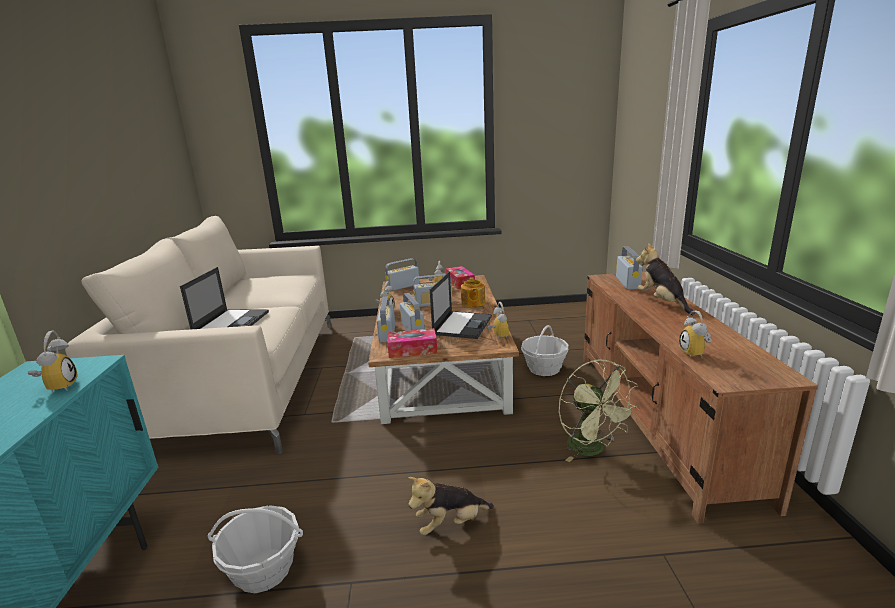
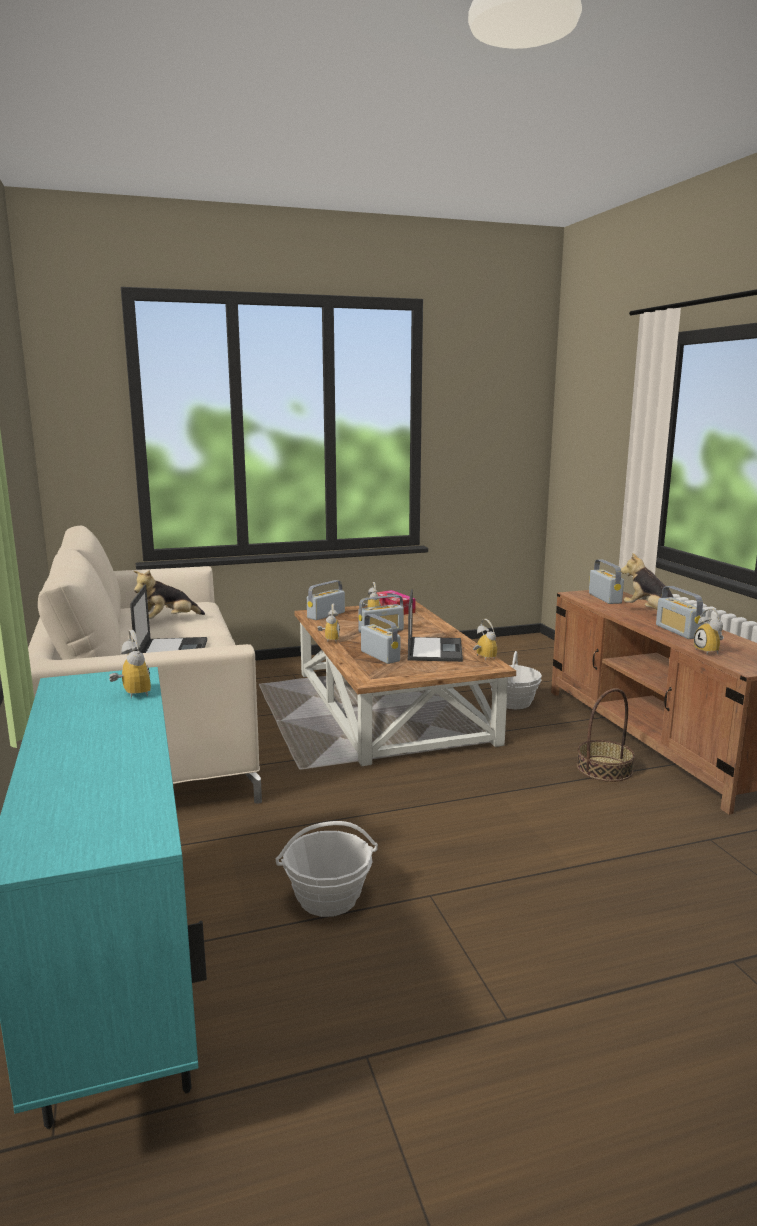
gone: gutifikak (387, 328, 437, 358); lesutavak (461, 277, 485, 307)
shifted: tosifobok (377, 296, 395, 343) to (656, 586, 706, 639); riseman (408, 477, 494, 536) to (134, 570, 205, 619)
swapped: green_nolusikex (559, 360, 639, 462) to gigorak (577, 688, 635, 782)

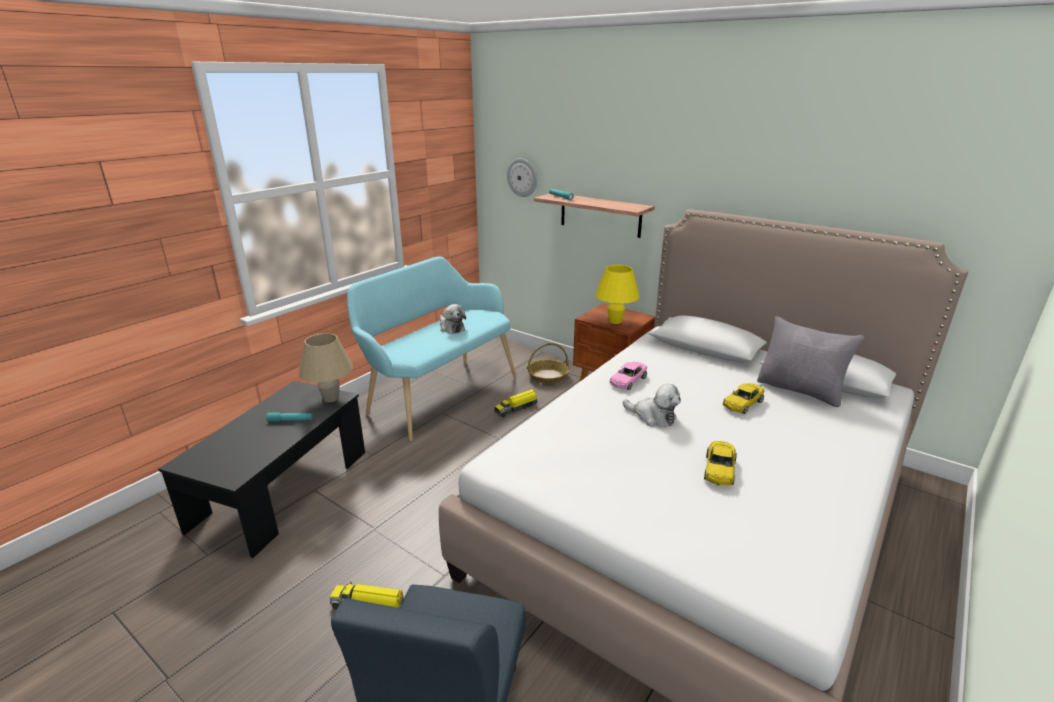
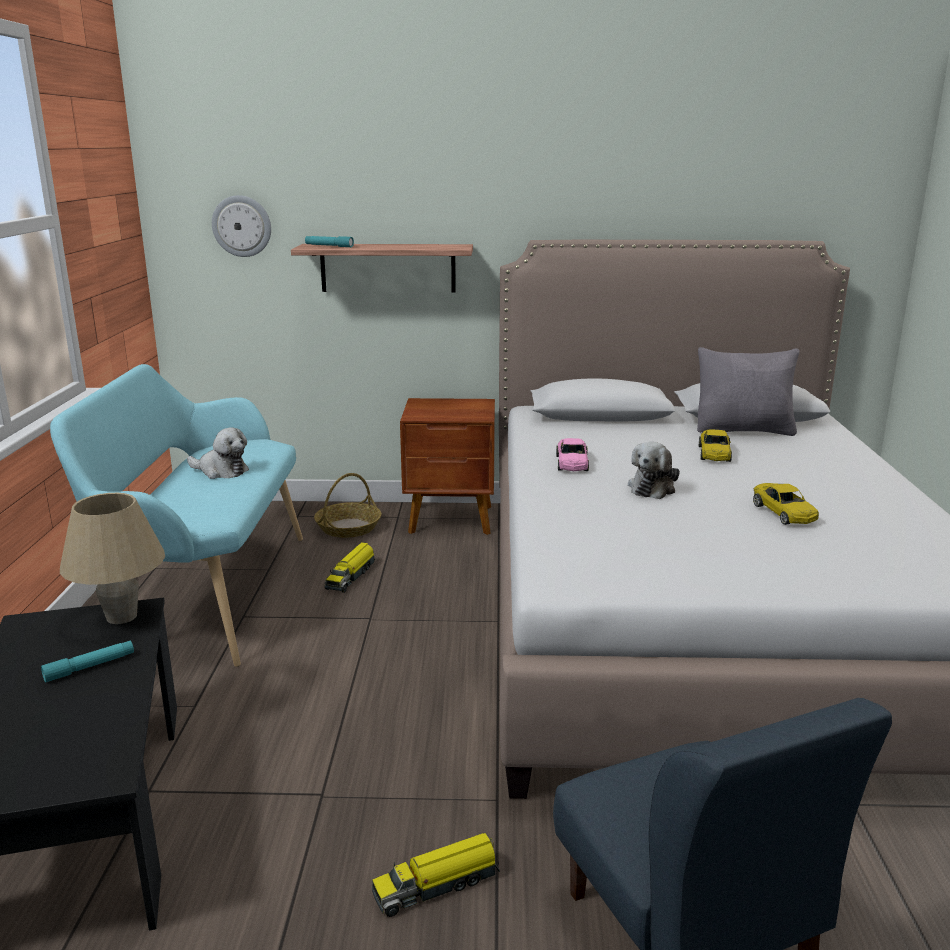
gone: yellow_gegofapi (595, 265, 640, 324)
rotated: riseman (623, 383, 681, 427) = (628, 441, 680, 499) 120 degrees clockwise

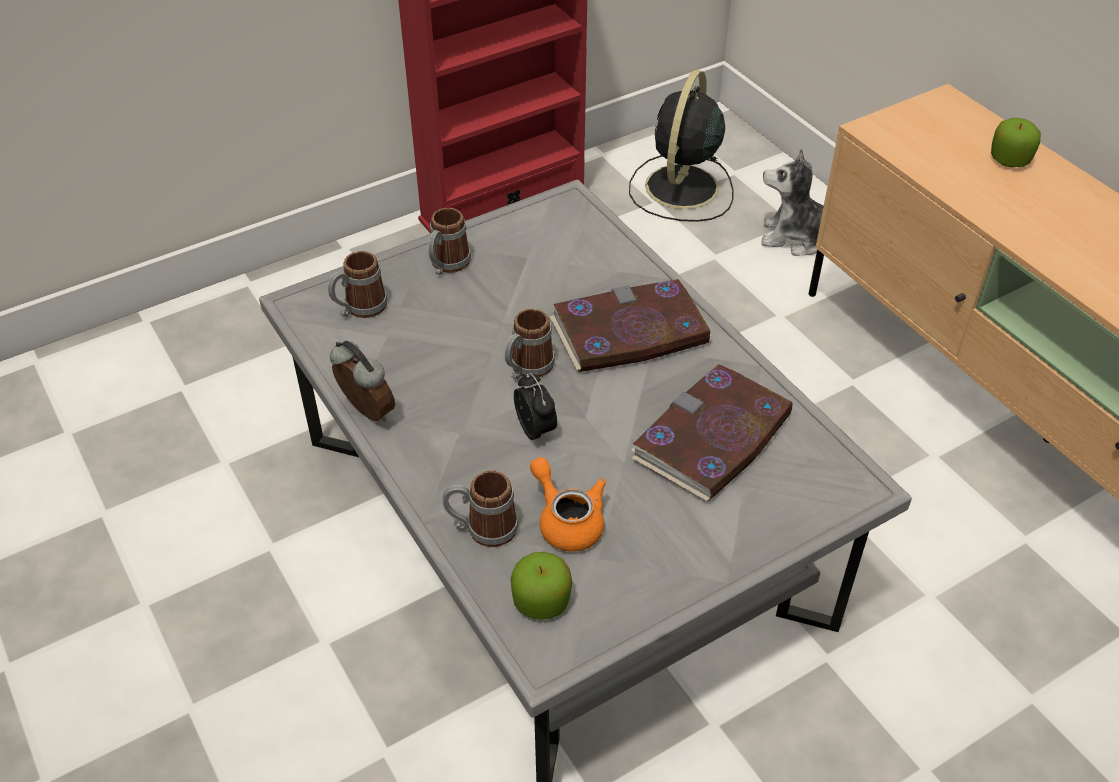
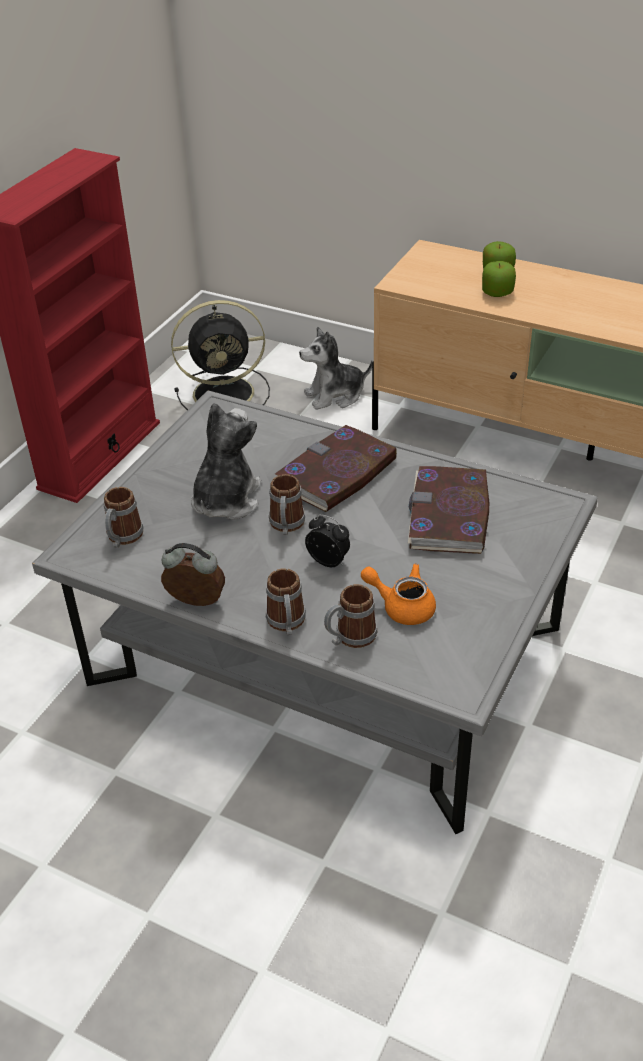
new: riseman (191, 403, 261, 520)
shifted: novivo (428, 208, 471, 275) to (266, 568, 306, 635); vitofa (511, 552, 572, 620) to (482, 261, 516, 297)
rotated: black_nolusikex (629, 70, 733, 222) = (171, 300, 270, 410) 90 degrees counterclockwise

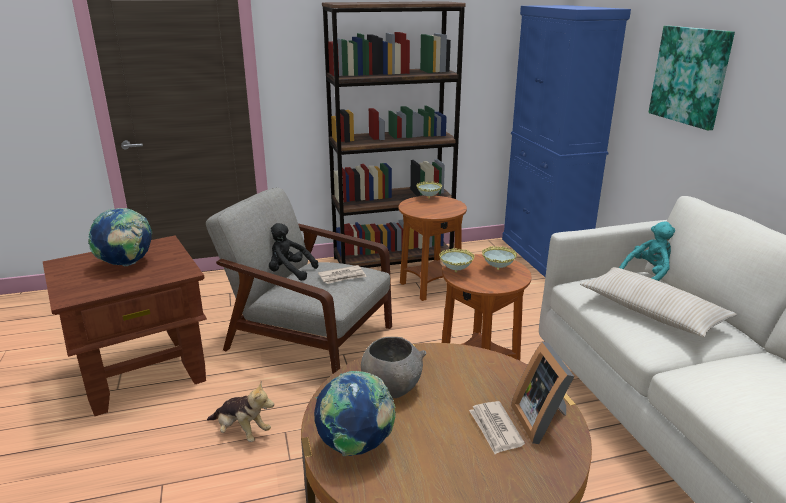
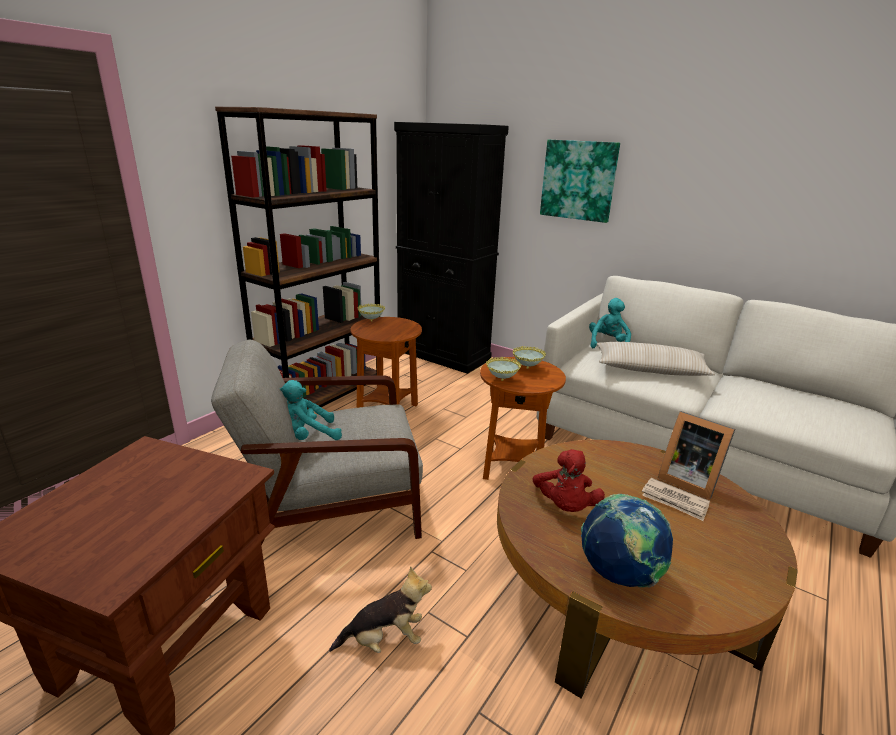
gone: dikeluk (88, 208, 152, 266); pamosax (318, 265, 367, 284)
swapped: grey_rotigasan (361, 337, 426, 398) to red_riseman (532, 449, 605, 512)
repainted: black_riseman (269, 223, 318, 281) to turquoise_riseman (280, 380, 342, 440); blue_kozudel (502, 5, 631, 277) to black_kozudel (394, 122, 509, 374)

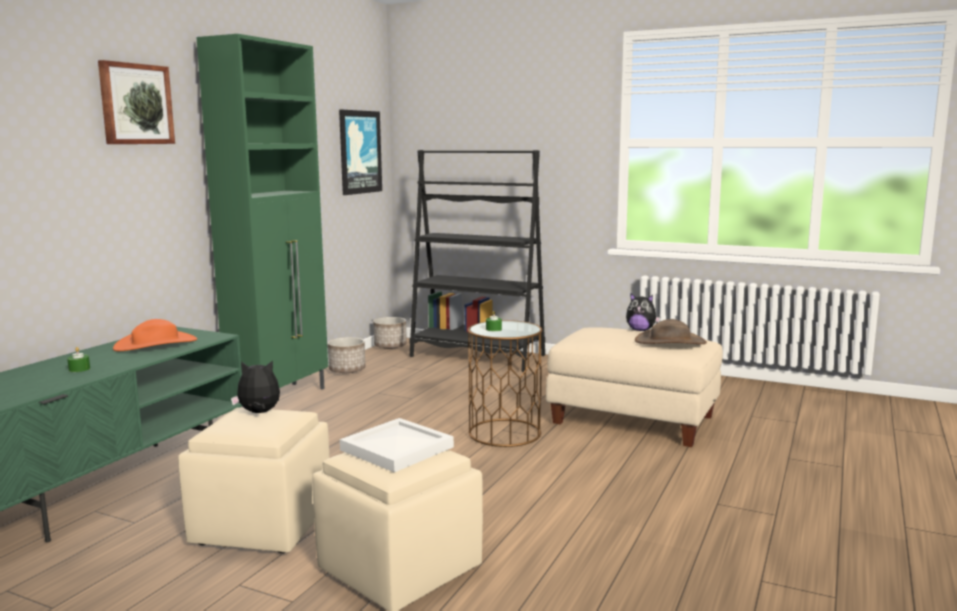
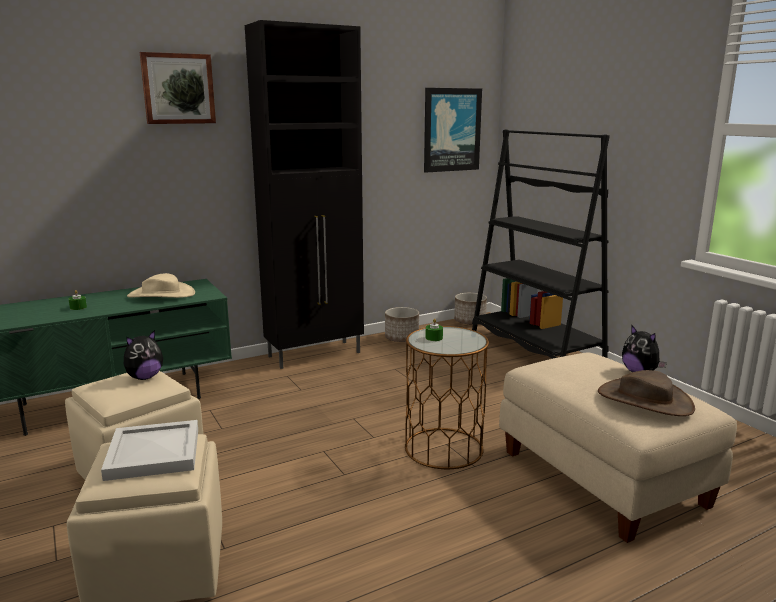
repainted: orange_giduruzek (113, 319, 197, 351) to beige_giduruzek (127, 273, 195, 298); green_kozudel (196, 34, 328, 390) to black_kozudel (245, 20, 364, 369)
rotated: riseman (231, 361, 280, 413) = (124, 330, 163, 380) 105 degrees clockwise

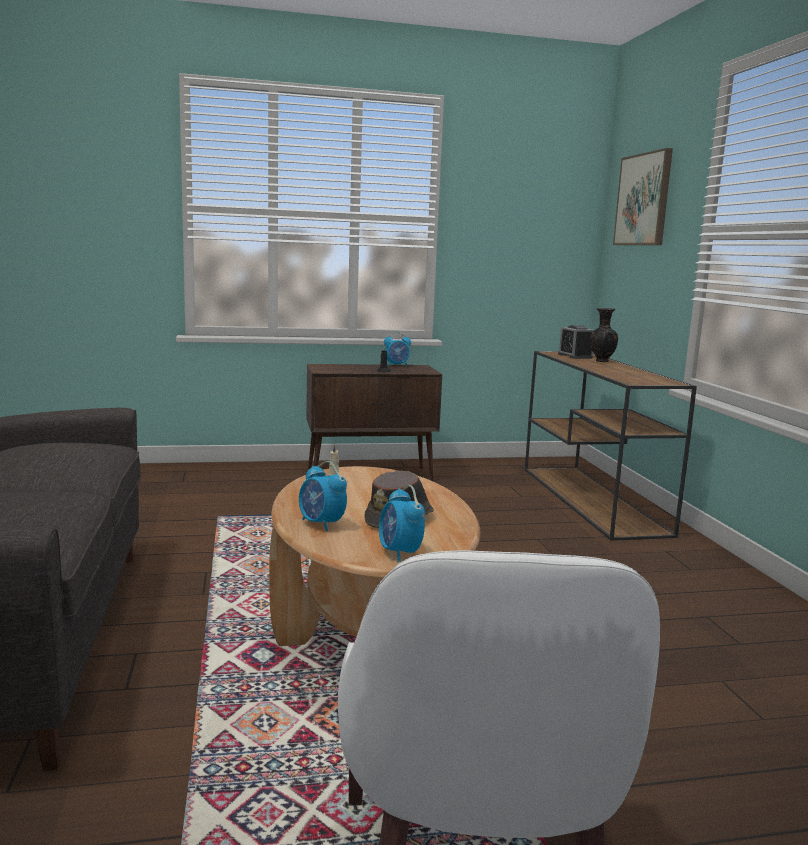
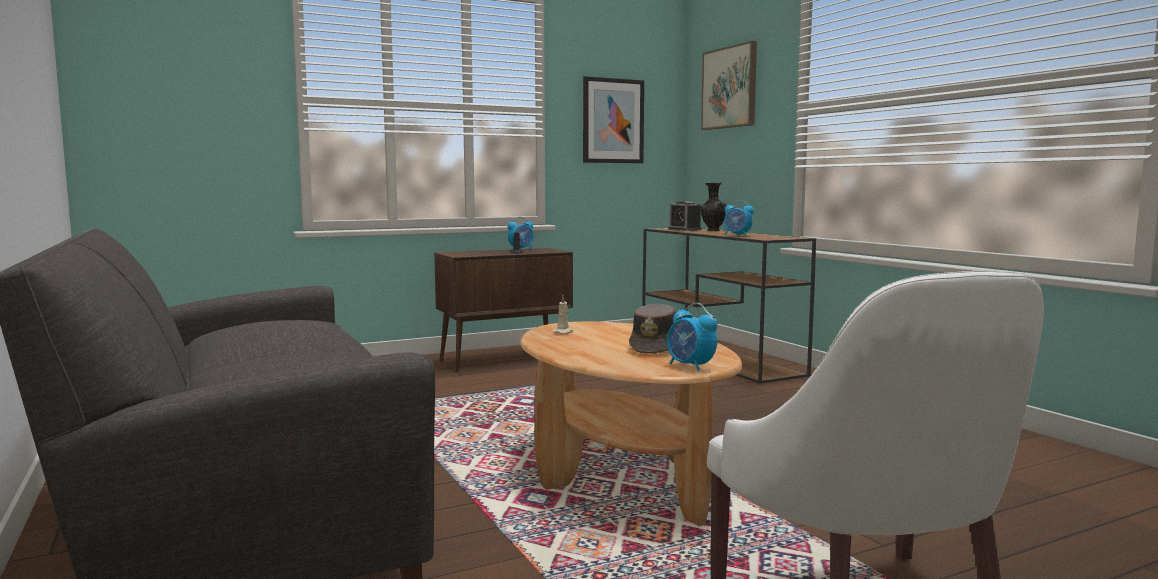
new: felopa (583, 76, 644, 163)
shifted: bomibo (299, 461, 347, 531) to (724, 200, 754, 236)

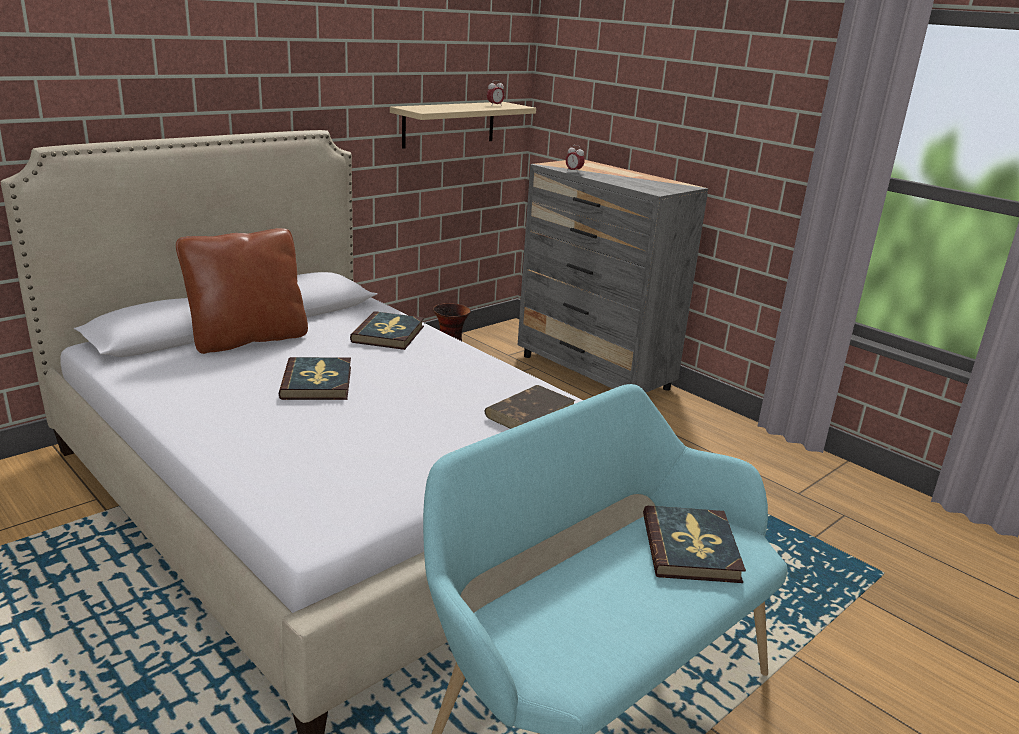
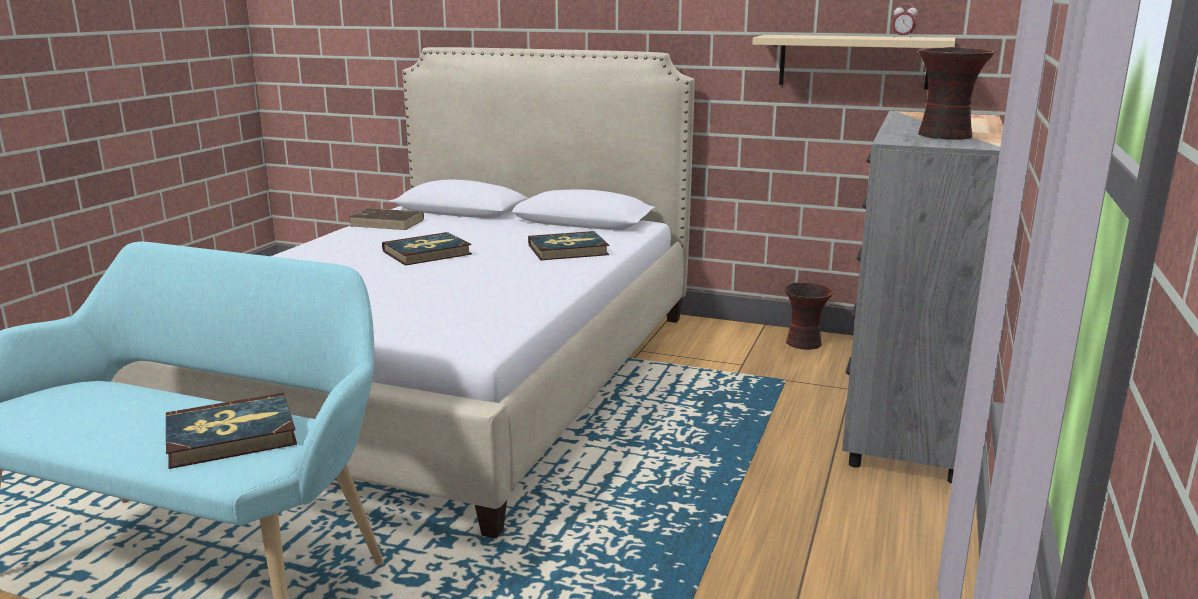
gone: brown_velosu (176, 228, 308, 354); bomibo (566, 145, 584, 173)
new: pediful (918, 47, 994, 140)
shifted: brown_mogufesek (485, 385, 576, 429) to (349, 208, 424, 230)

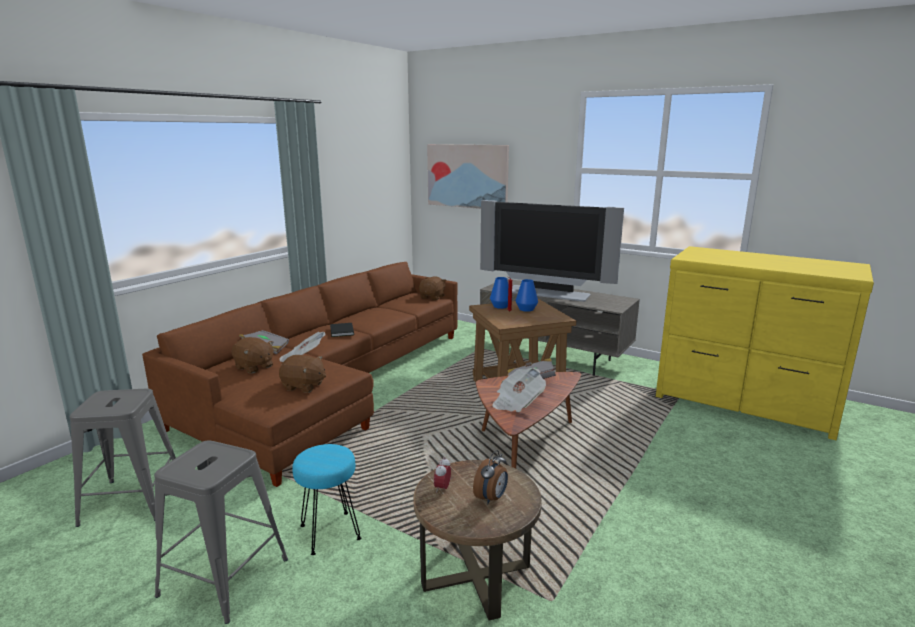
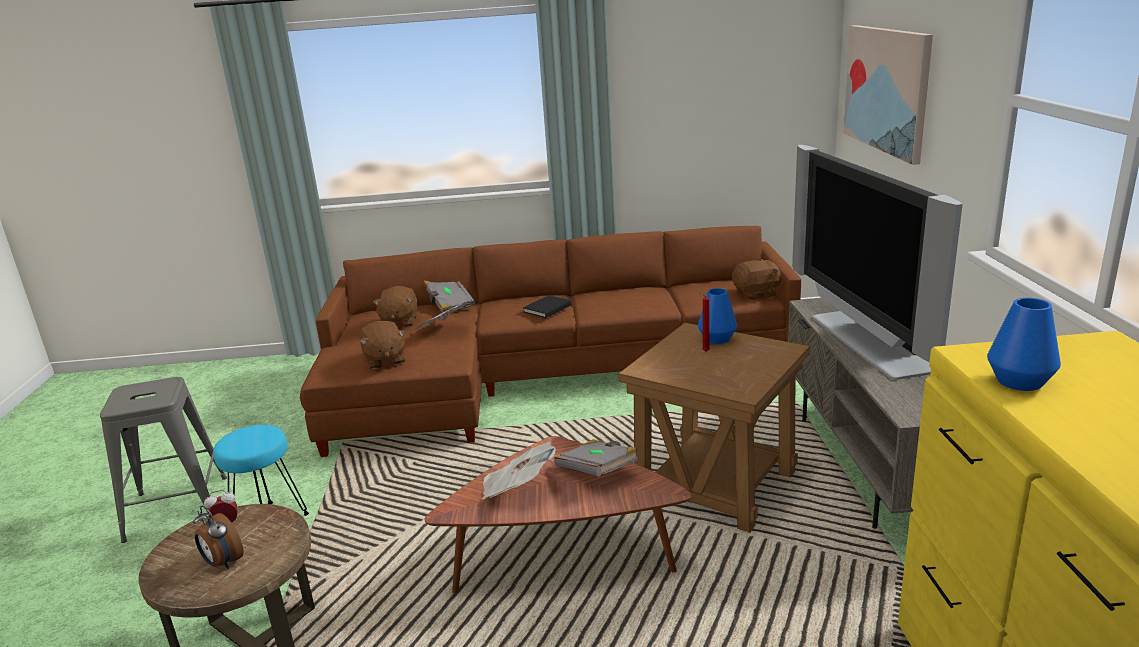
gone: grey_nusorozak (70, 389, 176, 527)
shifted: blue_pediful (516, 279, 538, 312) to (987, 298, 1061, 391)
rotated: bomibo (473, 450, 508, 504) = (193, 506, 244, 569) 45 degrees clockwise

